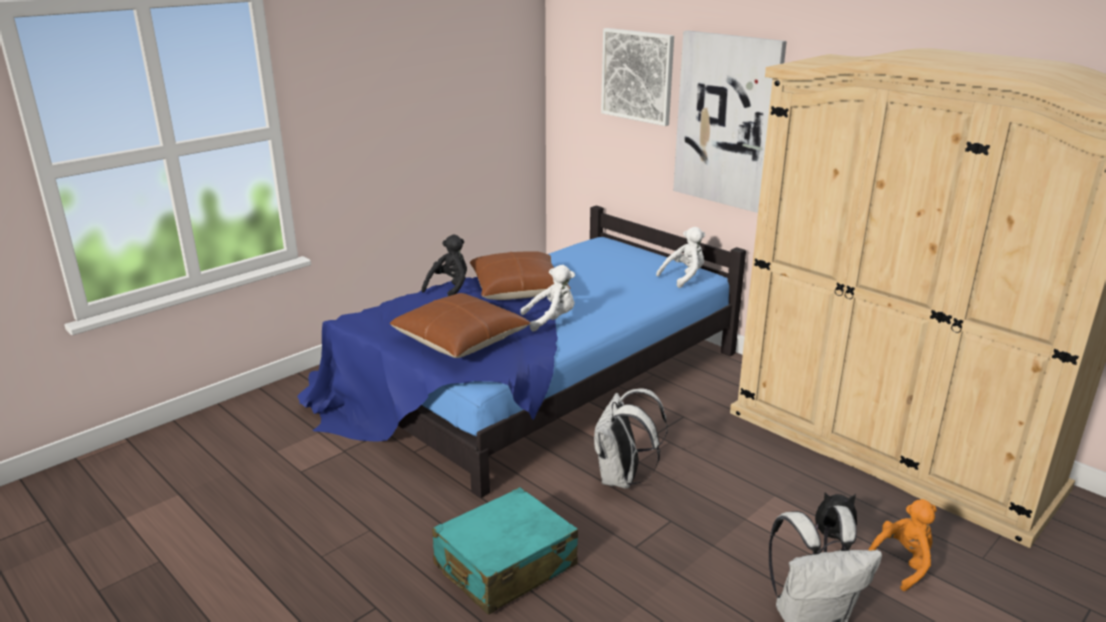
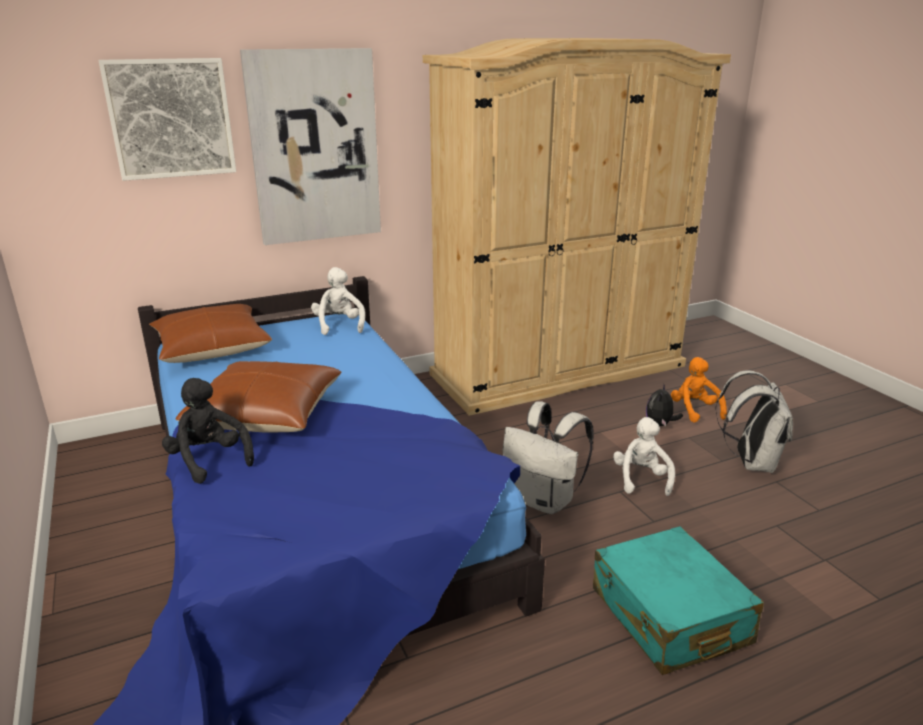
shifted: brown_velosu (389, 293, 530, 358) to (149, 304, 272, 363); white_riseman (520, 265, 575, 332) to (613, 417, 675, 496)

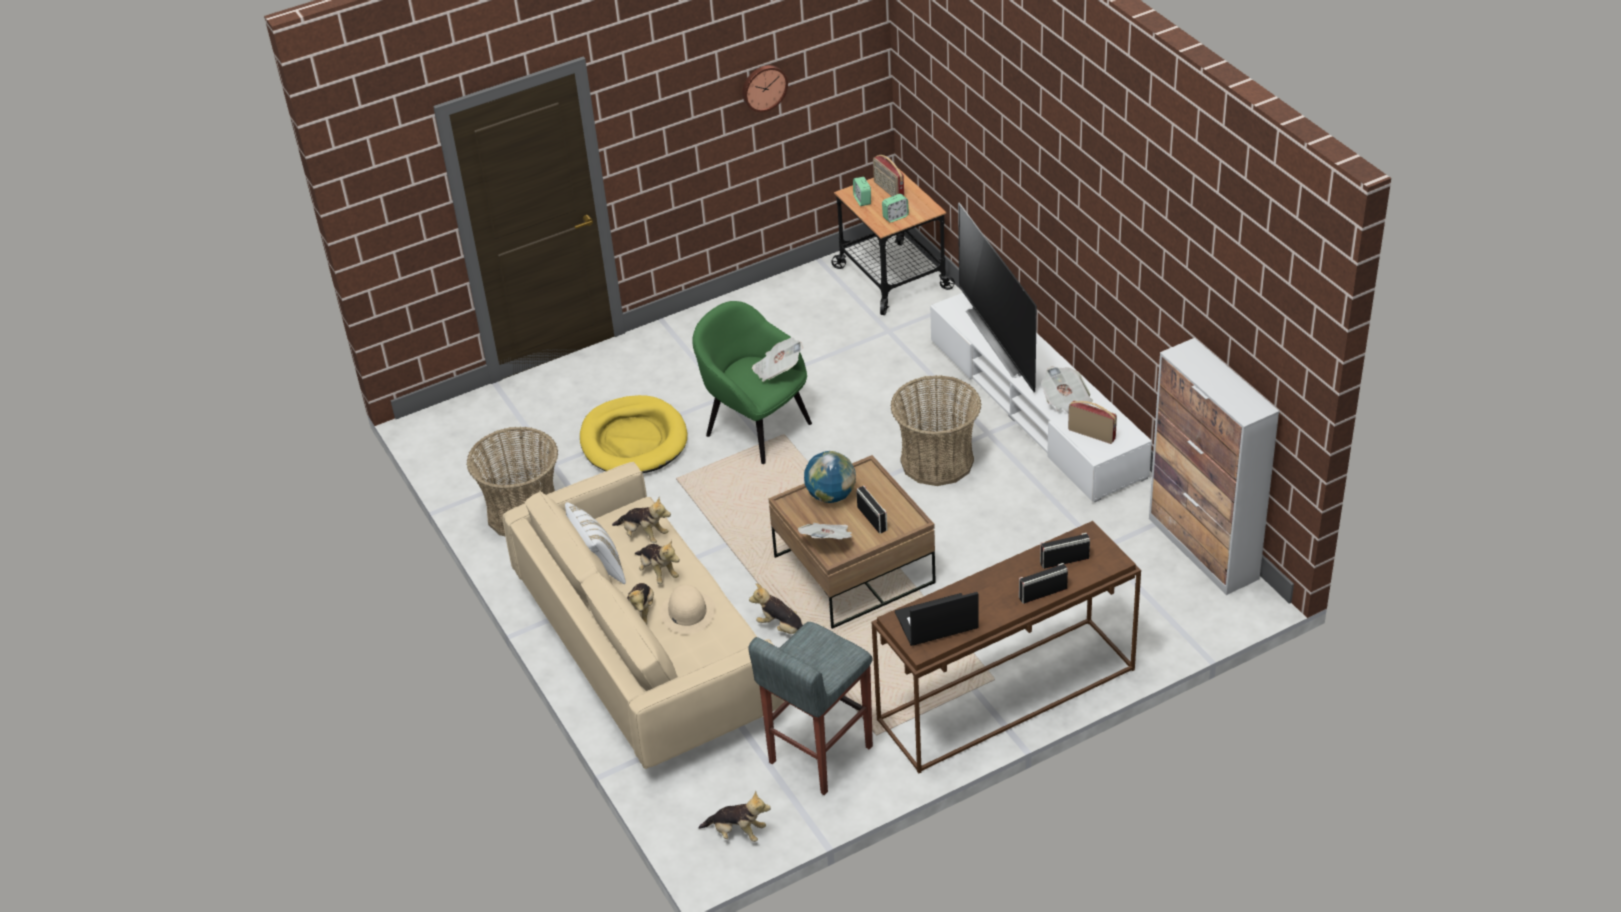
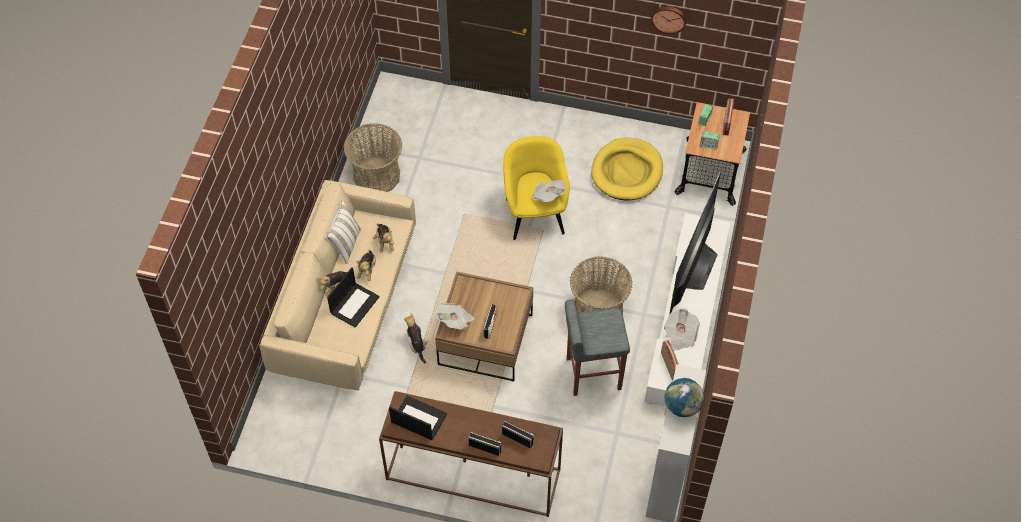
gone: riseman (699, 791, 771, 842)
shifted: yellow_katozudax (580, 395, 687, 473) to (591, 138, 663, 200); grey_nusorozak (748, 622, 873, 795) to (565, 299, 630, 396); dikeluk (804, 451, 856, 503) to (664, 378, 704, 417)
swapped: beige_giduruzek (660, 584, 715, 634) to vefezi (327, 267, 380, 328)
repainted: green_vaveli (692, 301, 812, 464) to yellow_vaveli (503, 136, 570, 240)

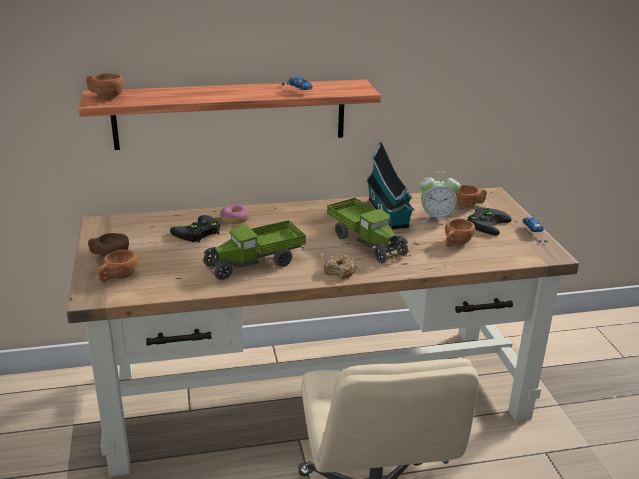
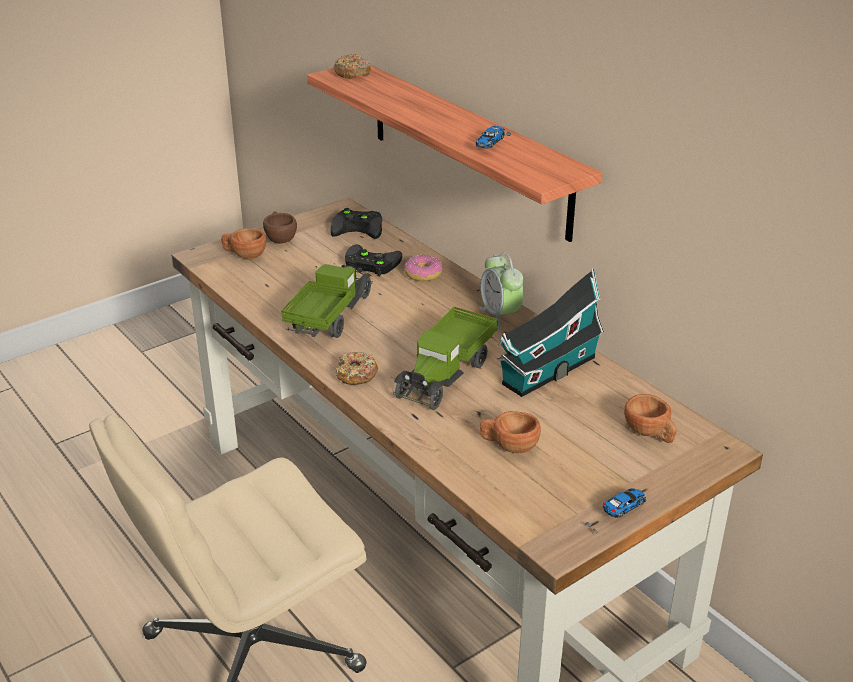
shifted: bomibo (420, 172, 460, 222) to (479, 252, 524, 329); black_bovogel (467, 207, 512, 236) to (330, 208, 382, 239)
swapped: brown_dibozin (86, 73, 124, 99) to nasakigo (333, 54, 371, 79)
rotated: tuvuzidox (202, 220, 306, 280) = (281, 264, 373, 338) 75 degrees clockwise

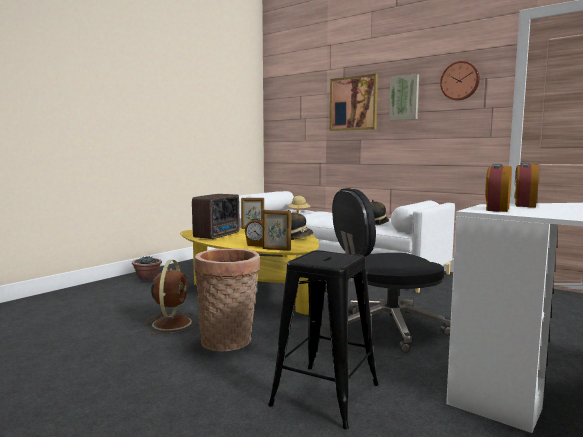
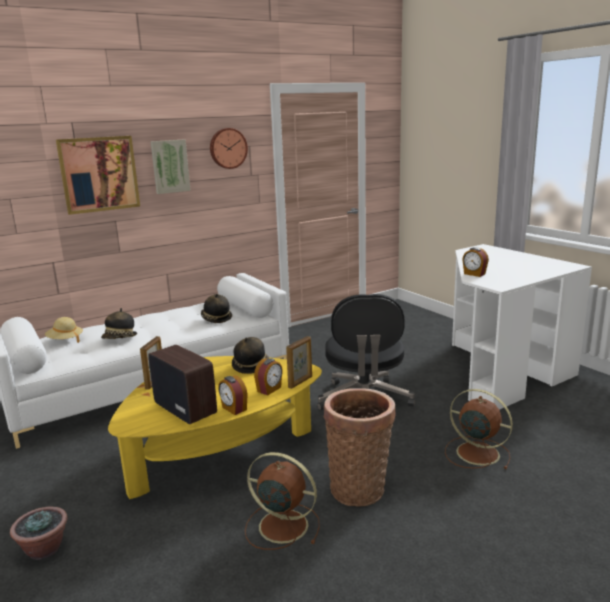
new: giduruzek (101, 308, 137, 339)
shifted: bomibo (485, 164, 512, 212) to (218, 375, 247, 415)
swapped: black_nusorozak (268, 250, 379, 429) to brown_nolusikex (445, 389, 513, 469)

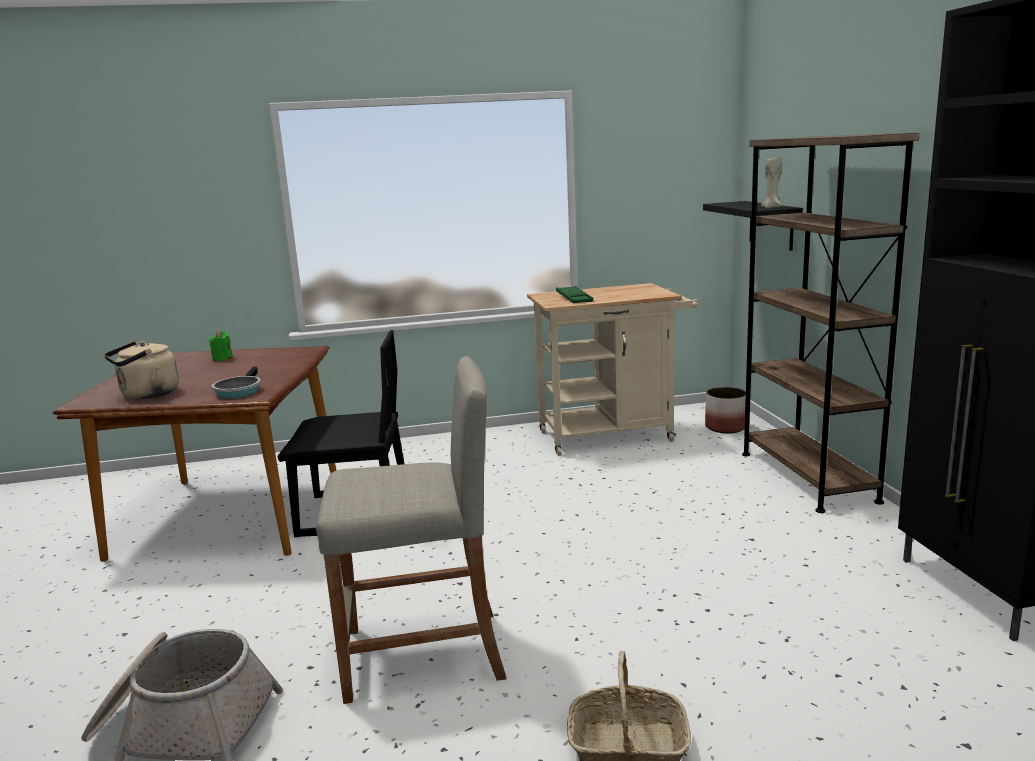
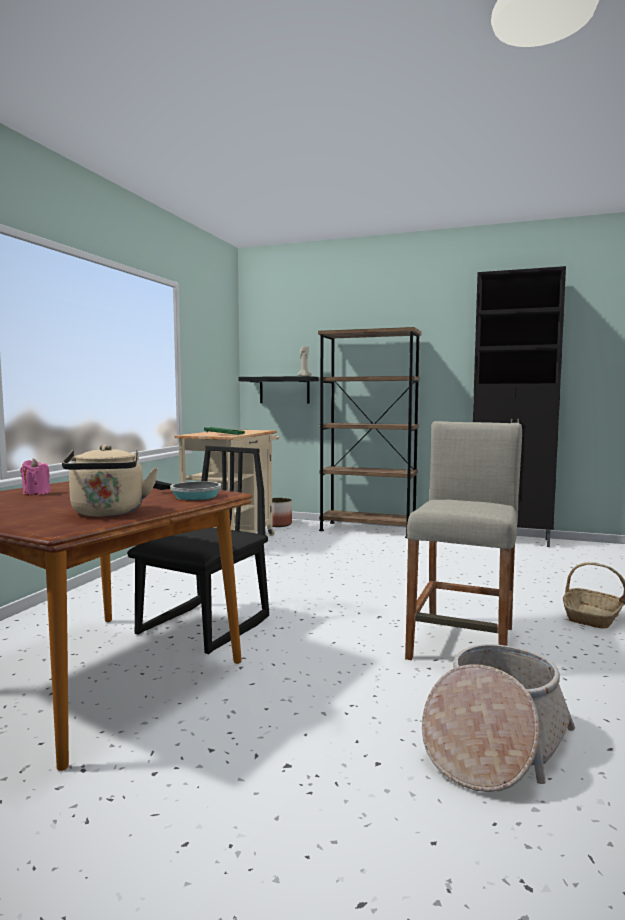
repainted: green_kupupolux (208, 331, 233, 361) to pink_kupupolux (20, 459, 51, 495)

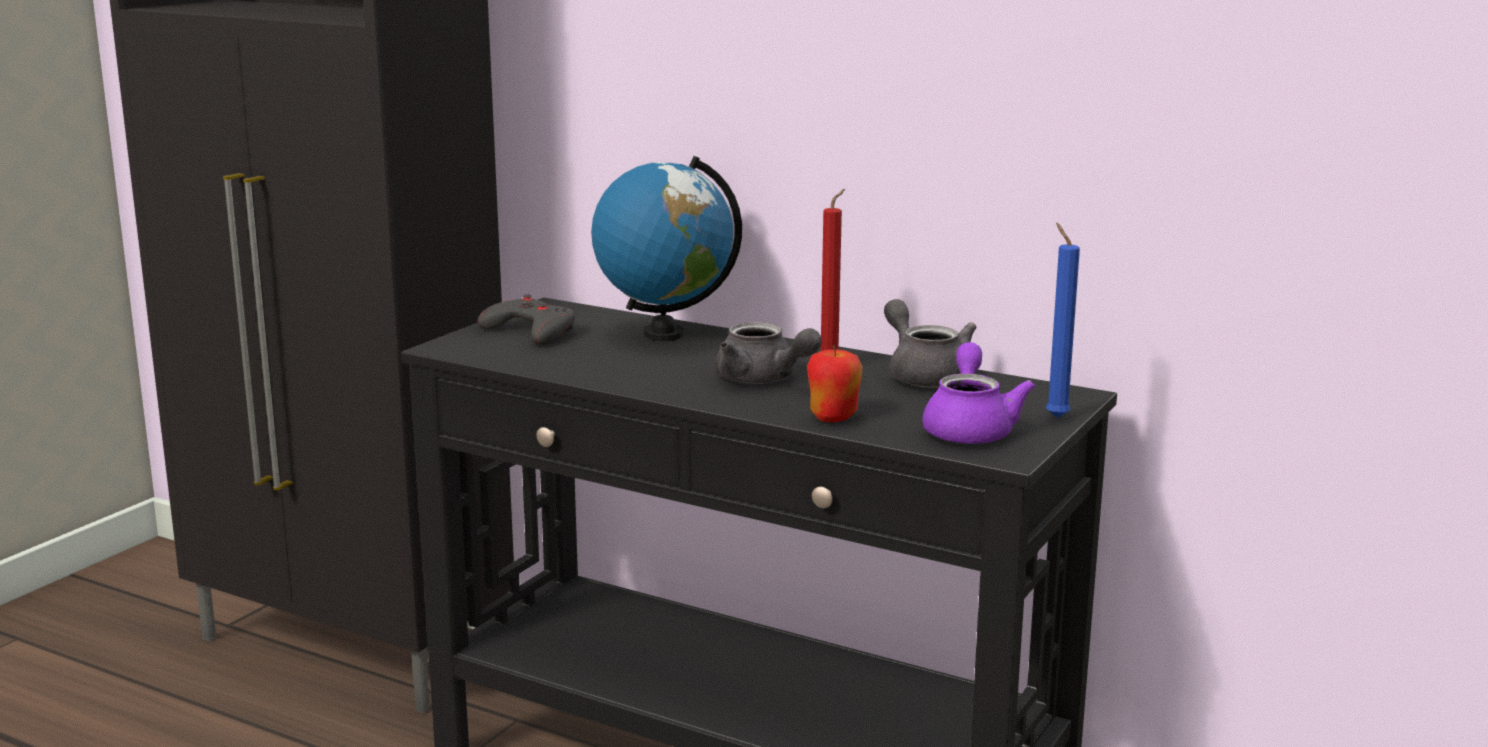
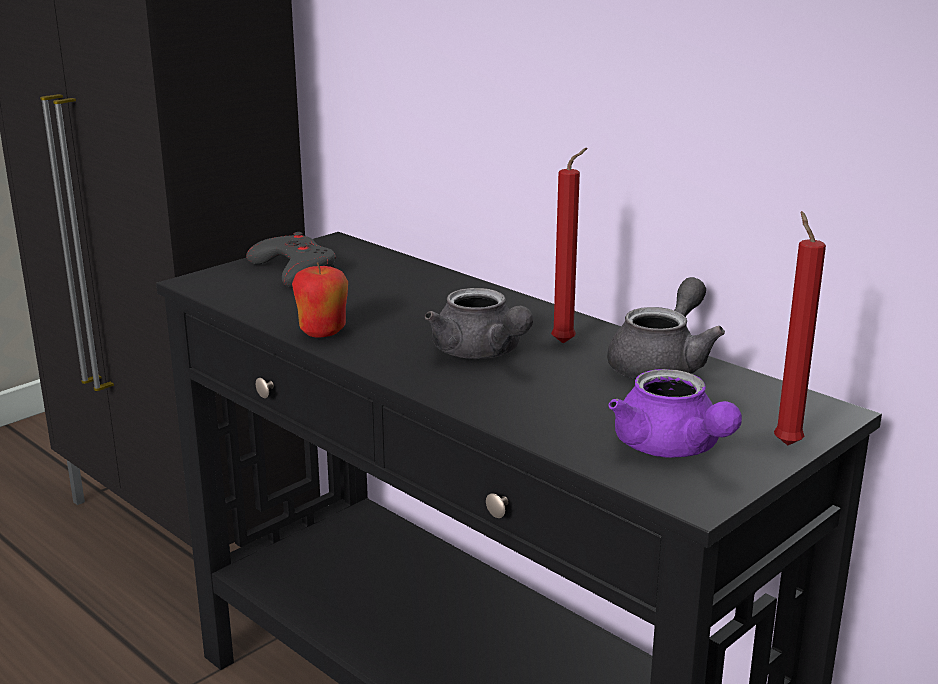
gone: dikeluk (591, 156, 742, 341)
shifted: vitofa (807, 345, 863, 422) to (292, 262, 348, 338)
repainted: blue_kupupolux (1046, 223, 1080, 418) to red_kupupolux (774, 211, 826, 446)
rotated: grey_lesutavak (884, 299, 976, 388) = (607, 277, 725, 379) 45 degrees clockwise; purple_lesutavak (922, 342, 1035, 444) = (609, 369, 742, 457) 135 degrees clockwise

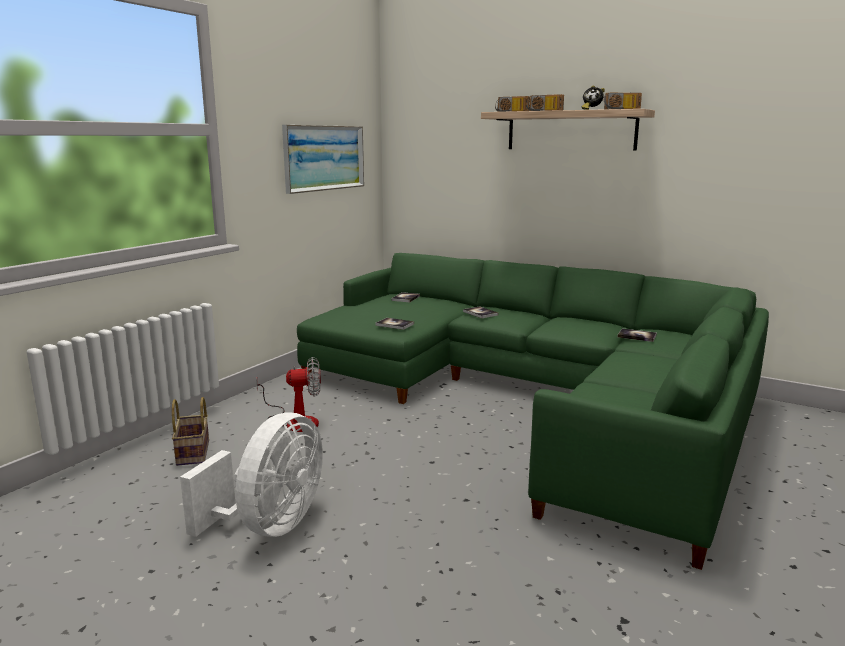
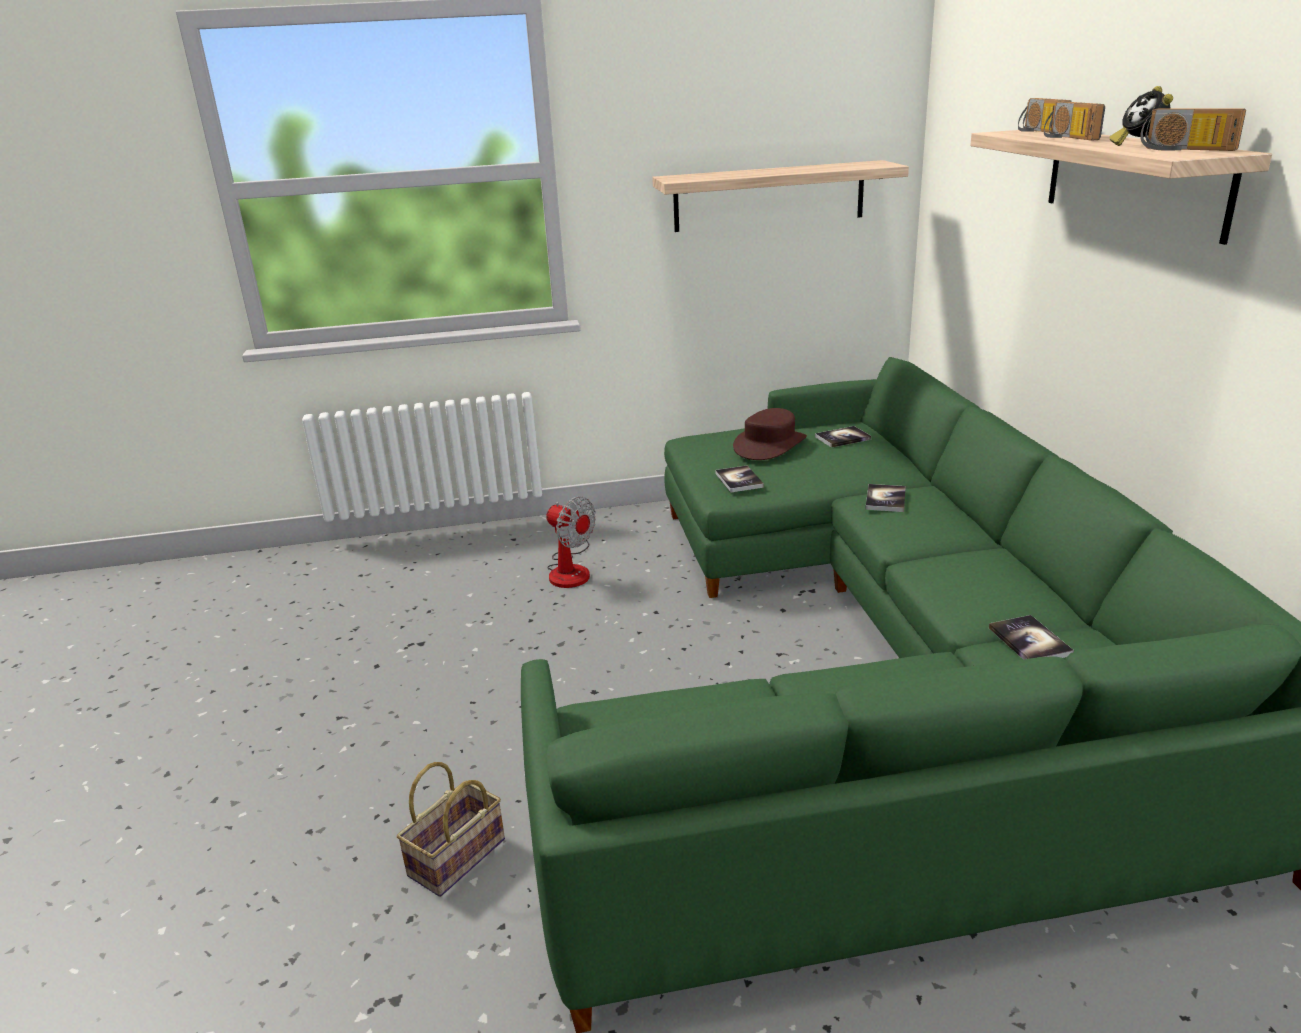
gone: white_nolusikex (180, 412, 323, 537)
new: brown_giduruzek (733, 408, 807, 460)
shifted: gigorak (172, 397, 209, 466) to (397, 762, 505, 897)
swapped: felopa (282, 125, 364, 194) to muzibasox (652, 160, 909, 232)

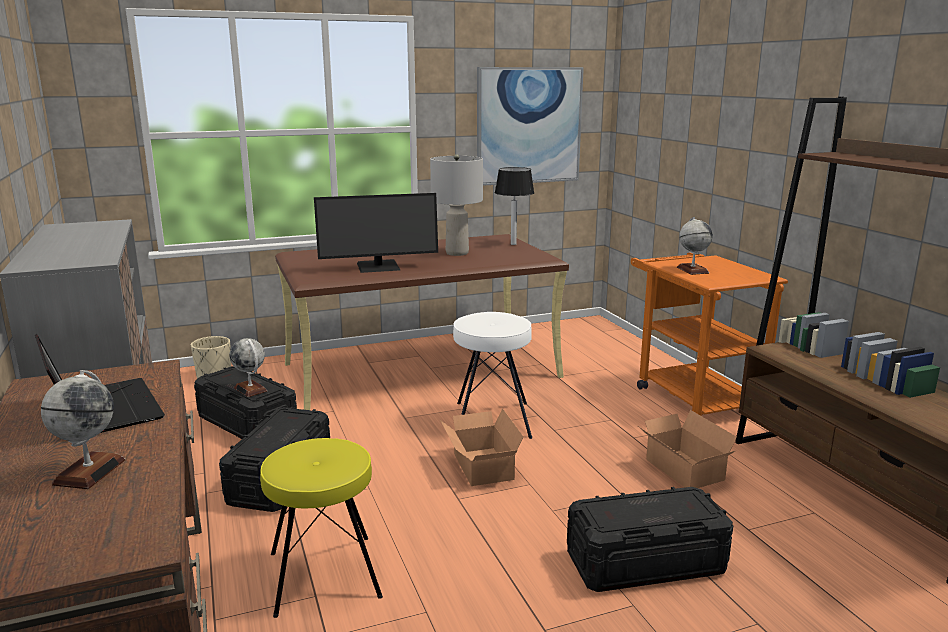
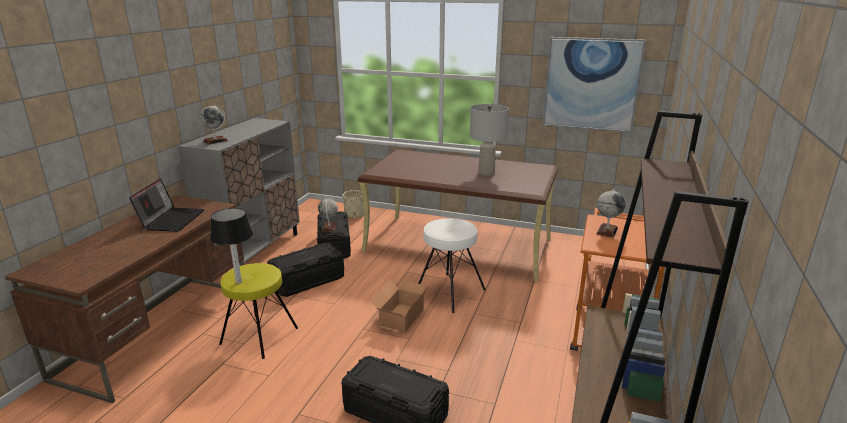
gone: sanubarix (314, 193, 438, 273); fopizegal (638, 410, 737, 488)
shifted: dikeluk (41, 370, 125, 489) to (200, 104, 228, 145); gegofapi (495, 167, 534, 245) to (211, 208, 253, 284)

